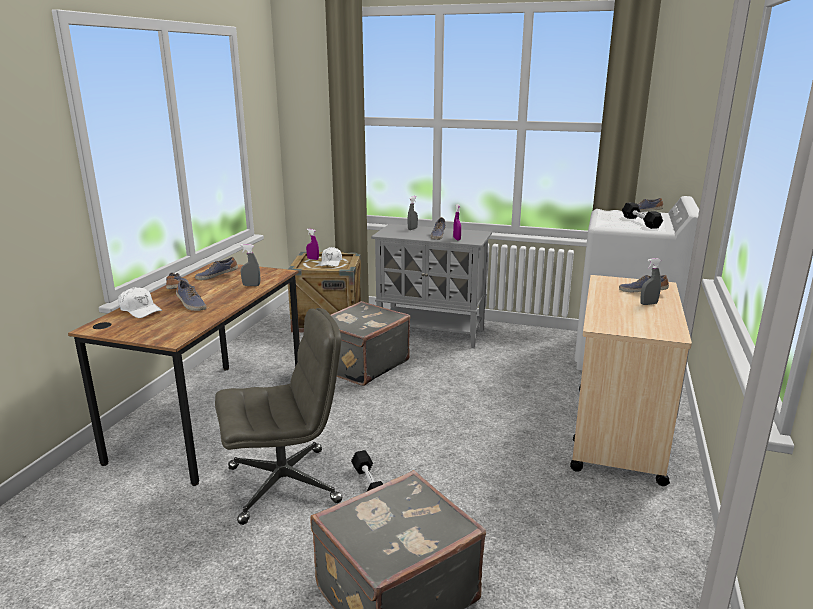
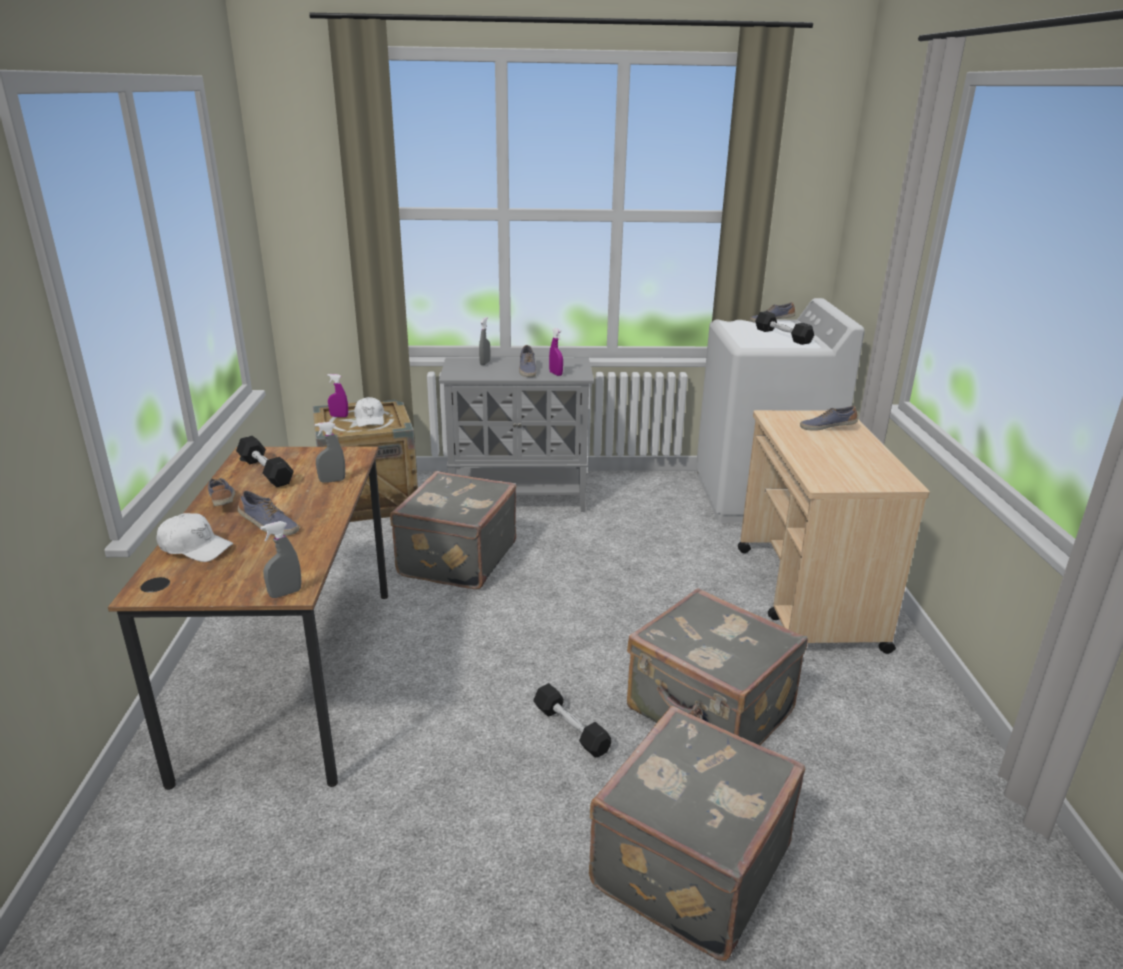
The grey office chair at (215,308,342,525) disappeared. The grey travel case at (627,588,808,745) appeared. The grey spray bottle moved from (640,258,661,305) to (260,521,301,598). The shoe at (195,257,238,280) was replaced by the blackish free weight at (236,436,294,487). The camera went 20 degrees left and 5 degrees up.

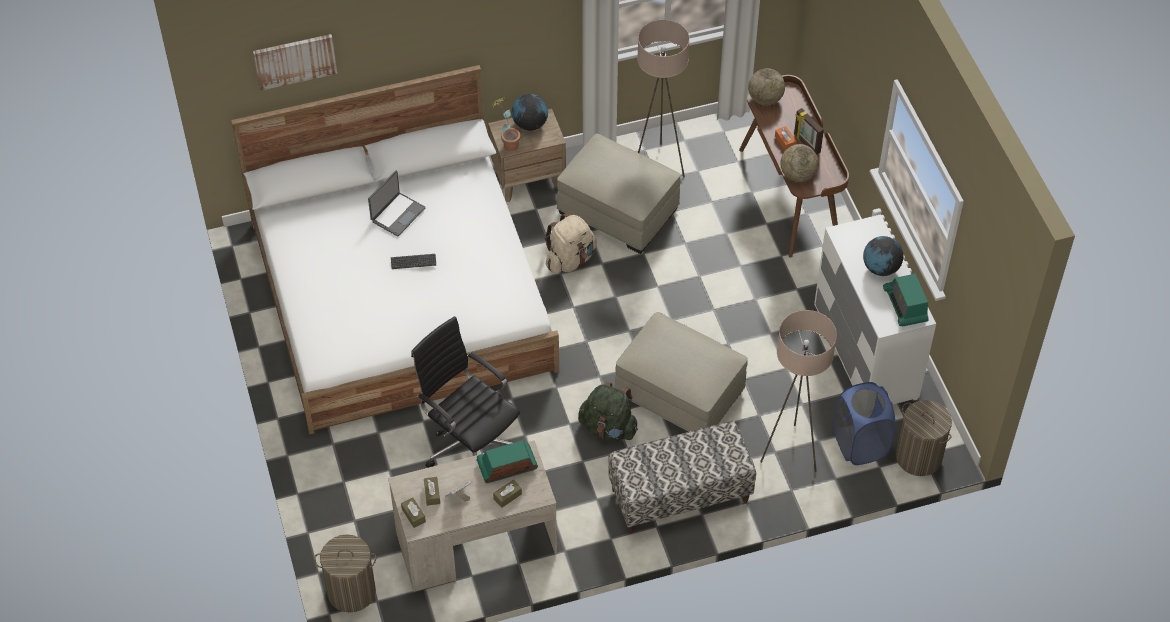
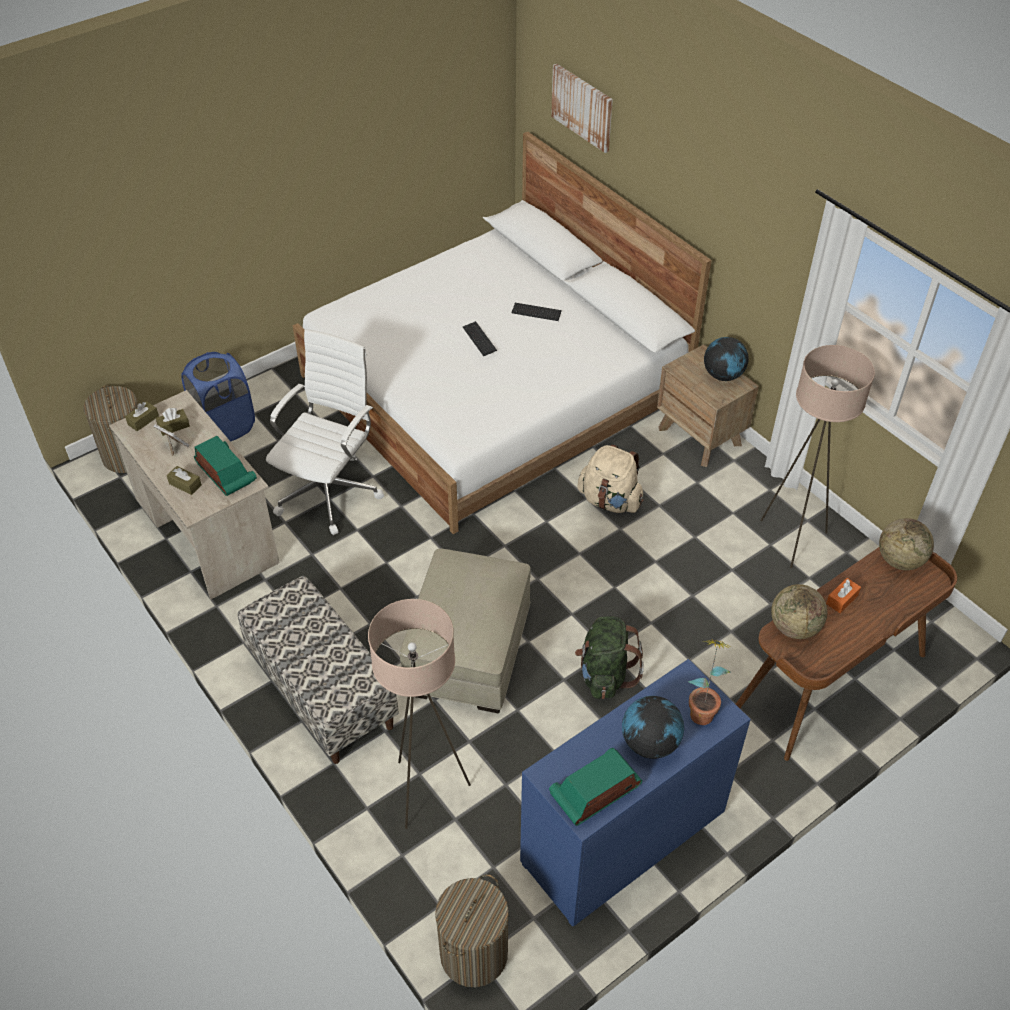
The beige pouffe at (557,133,680,254) disappeared. The photo frame at (794,108,824,155) disappeared. The potted plant moved from (493,98,521,152) to (688,639,732,725). The green backpack moved from (578,382,638,441) to (575,616,644,699). The bluish laundry basket moved from (834,382,895,465) to (181,352,255,441). The notebook computer at (368,171,426,236) was replaced by the PC keyboard at (511,303,562,321). The blackish office chair at (411,316,520,468) became the whitish office chair at (266,329,384,535). The whitish chest of drawers at (814,214,936,404) became the bluish chest of drawers at (520,659,751,927). The camera went 70 degrees right and 5 degrees down.

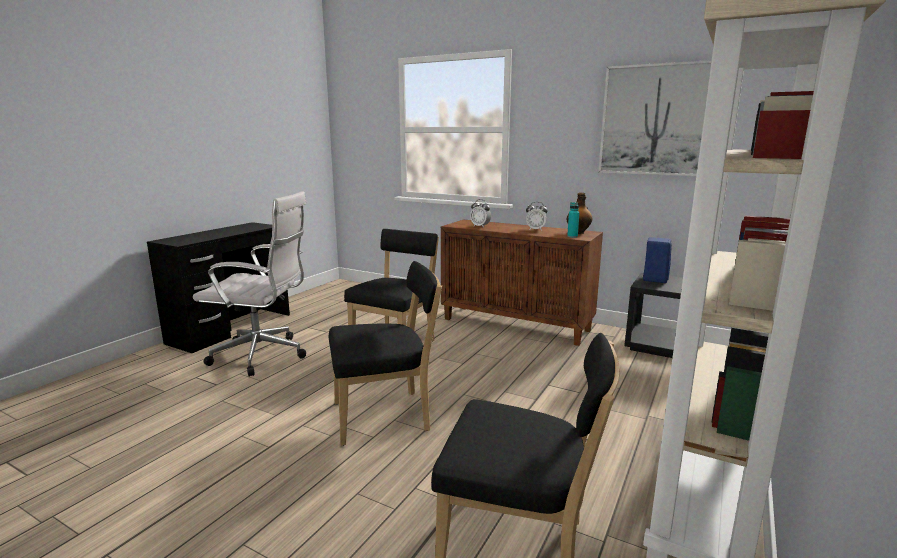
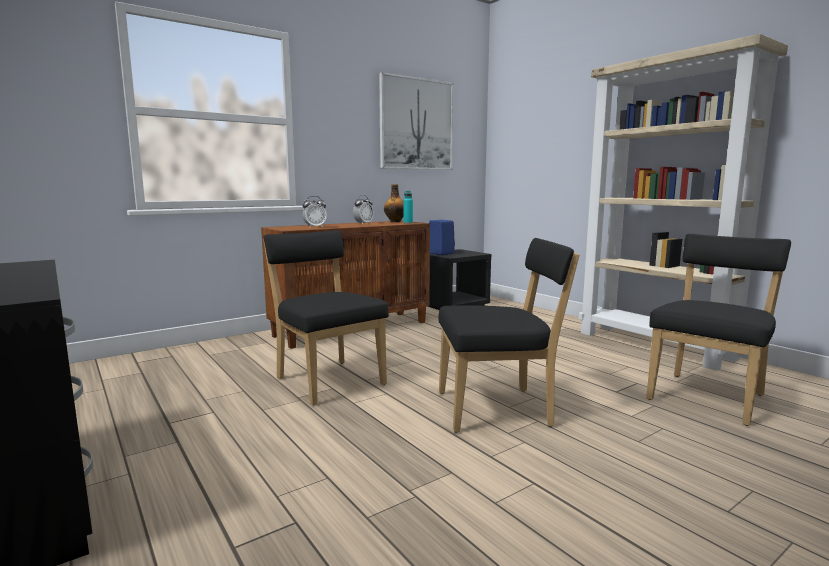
The whitish office chair at (193,191,307,376) disappeared. The blackish plain chair at (329,261,442,446) turned 75 degrees clockwise. The camera went 65 degrees left and 5 degrees down.

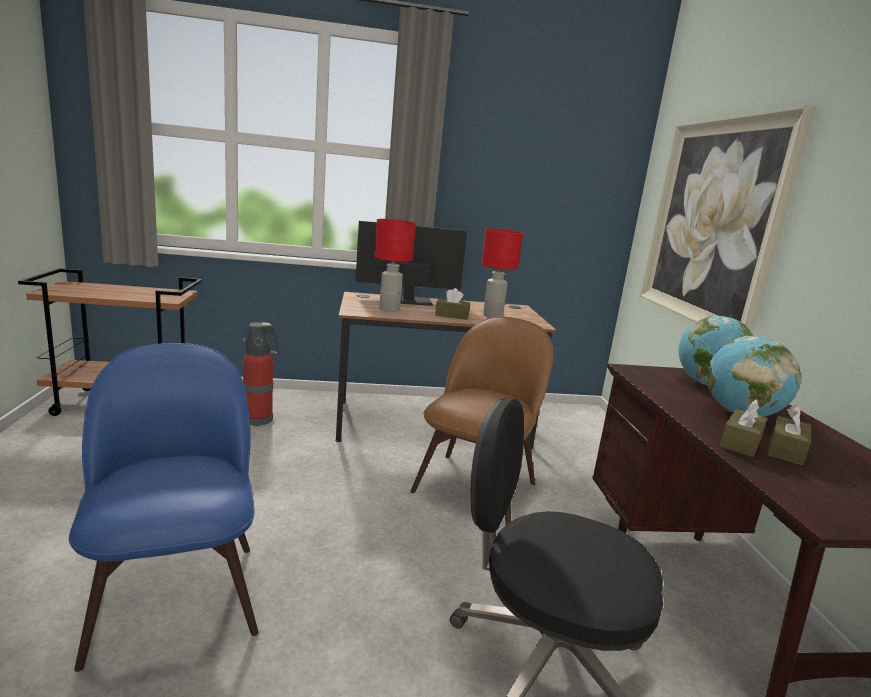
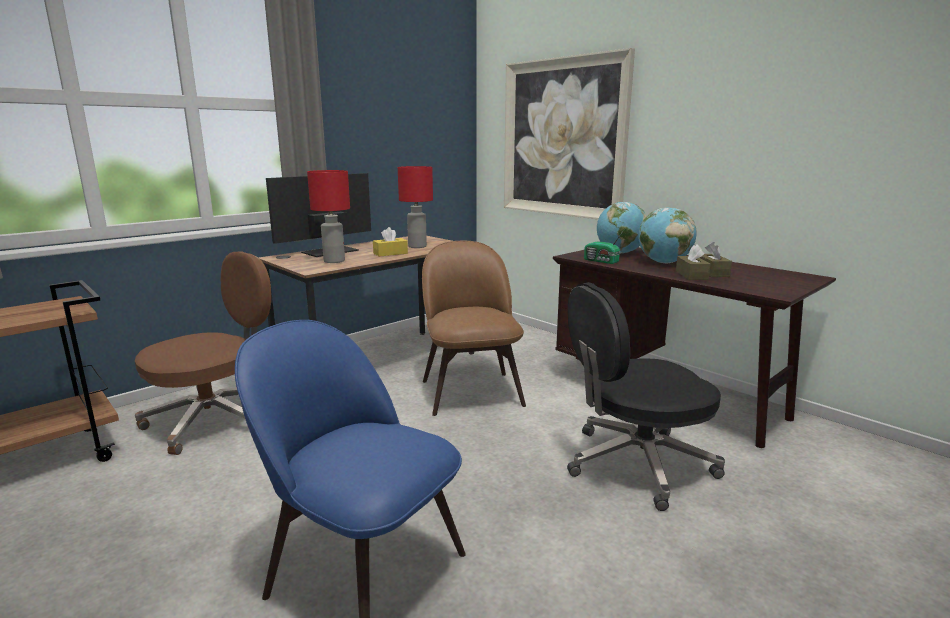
The radio set at (584,230,624,264) appeared. The extinguisher at (243,322,280,426) was replaced by the brown office chair at (135,252,271,455). The brown box of tissues at (435,288,470,320) became the yellow-coloured box of tissues at (373,227,408,257). The camera went 35 degrees left and 0 degrees up.

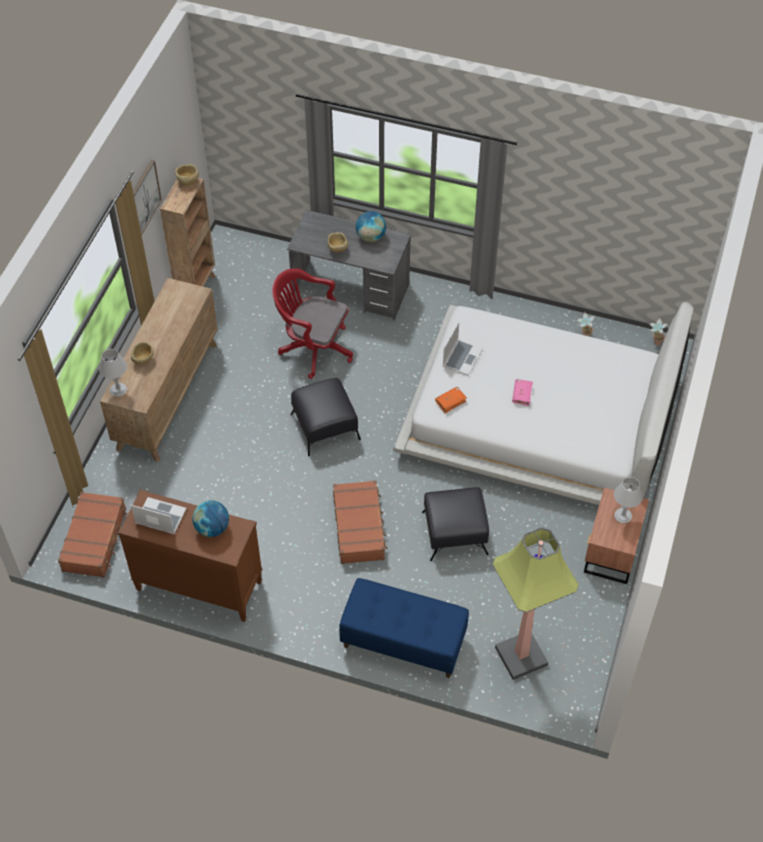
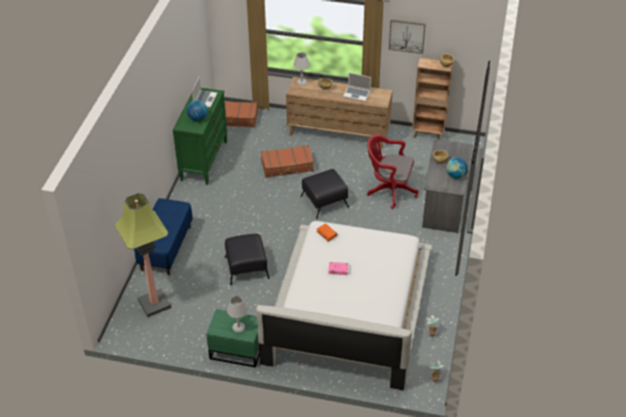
The brown travel case moved from (333,480,388,564) to (261,145,314,178). The notebook computer moved from (443,322,483,375) to (343,73,371,102). The brown chest of drawers at (118,489,262,622) became the green chest of drawers at (173,88,227,185). The brown nightstand at (584,488,649,584) became the green nightstand at (206,309,259,368). The red-coloured office chair at (272,268,353,379) turned 90 degrees counterclockwise. The camera went 85 degrees right and 10 degrees down.

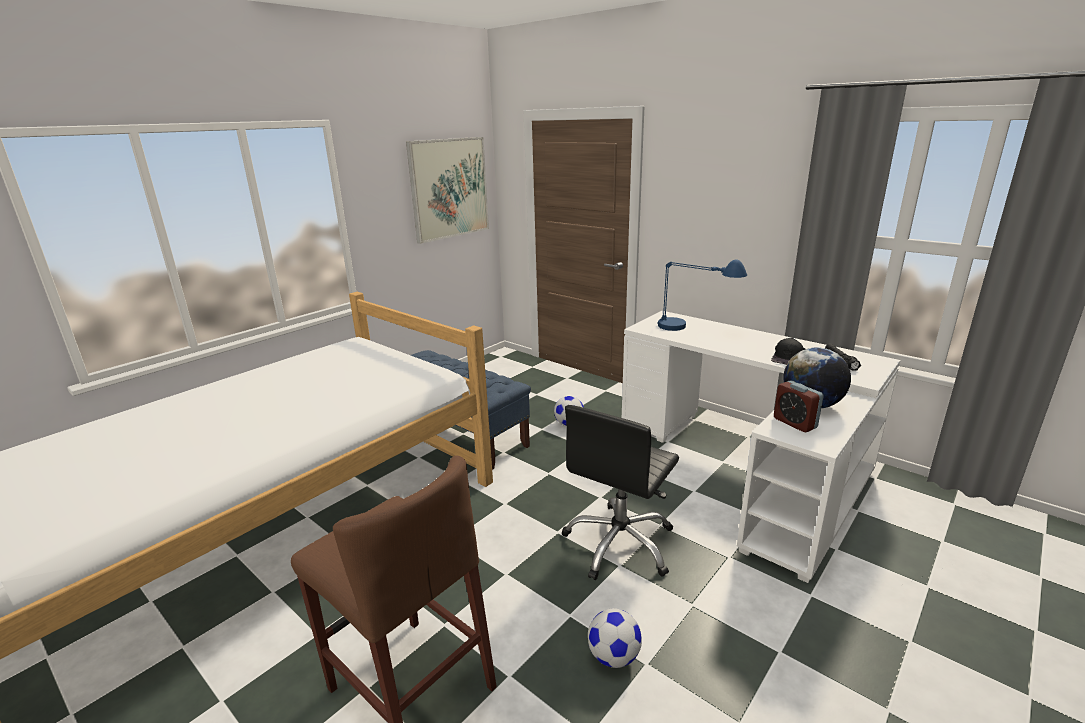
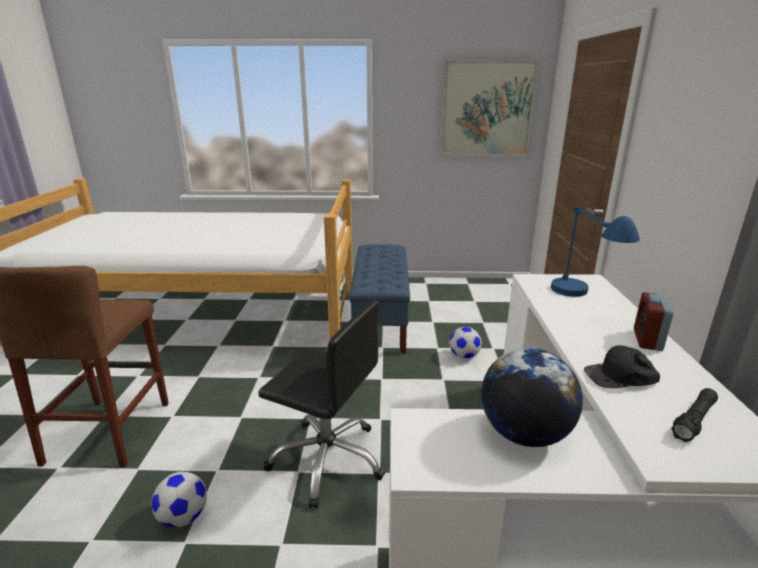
The alarm clock moved from (774,380,824,432) to (634,292,673,351). The blackish office chair at (561,405,679,580) turned 150 degrees counterclockwise. The camera went 50 degrees right and 0 degrees up.

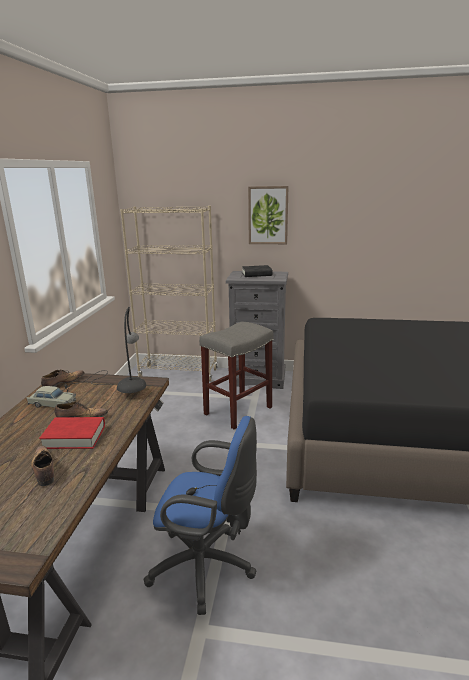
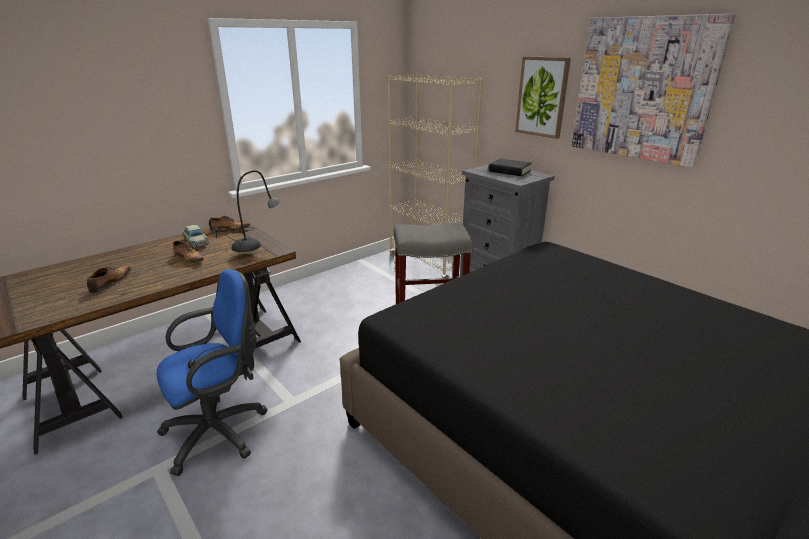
The red-coloured bound book at (39,417,105,449) disappeared. The picture at (572,14,736,167) appeared. The bluish office chair at (144,416,257,615) turned 90 degrees counterclockwise. The camera went 40 degrees right and 5 degrees up.

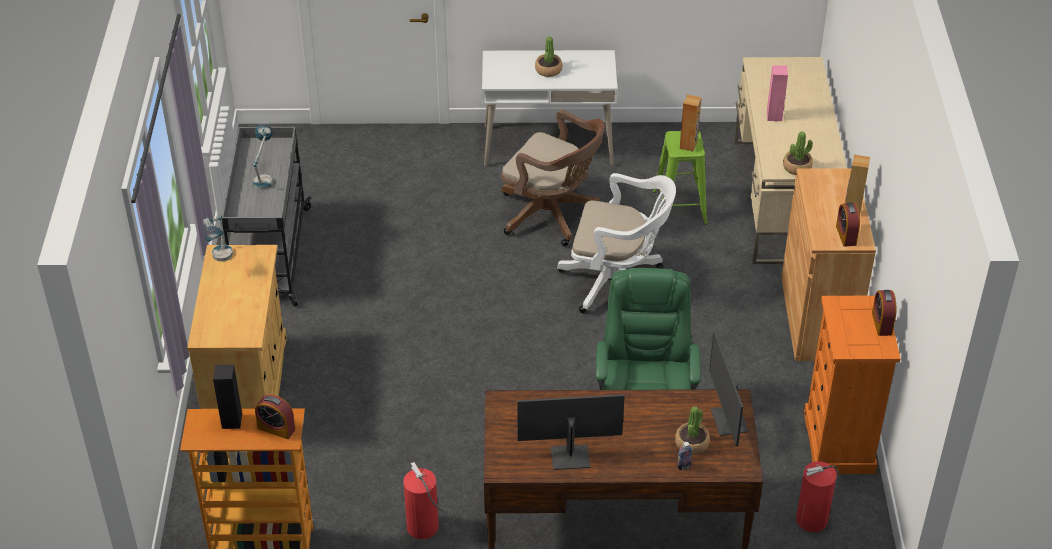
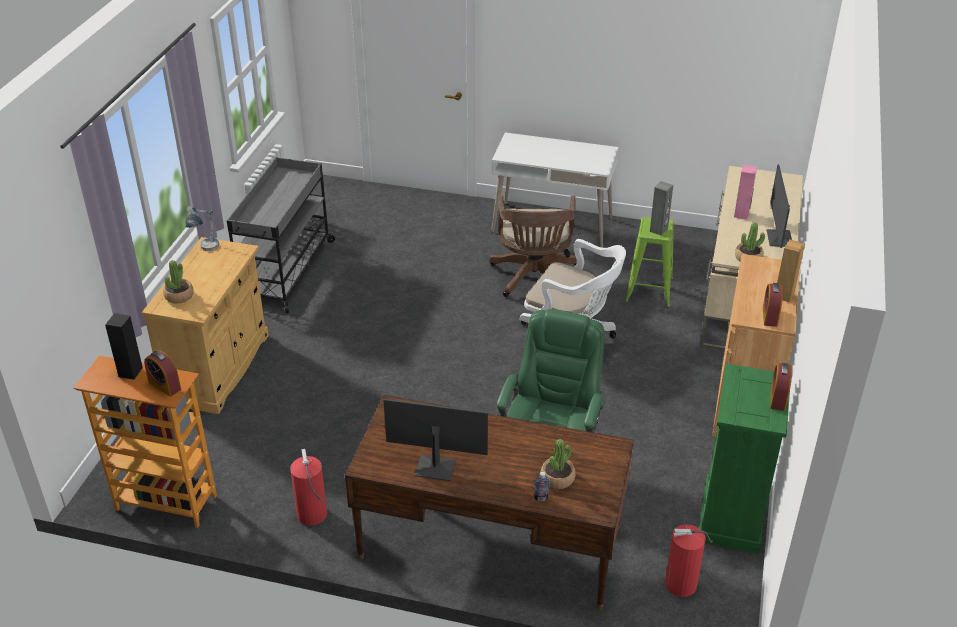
The tabletop lamp at (253,124,273,190) disappeared. The potted plant moved from (535,36,562,77) to (163,260,194,304). The computer display moved from (709,332,749,446) to (766,164,792,248). The brown loudspeaker at (680,95,701,152) became the grey loudspeaker at (650,181,673,236). The orange-coloured chest of drawers at (804,296,901,474) became the green chest of drawers at (699,364,790,554). The brown office chair at (501,109,605,247) turned 45 degrees clockwise. The camera went 15 degrees right and 5 degrees down.

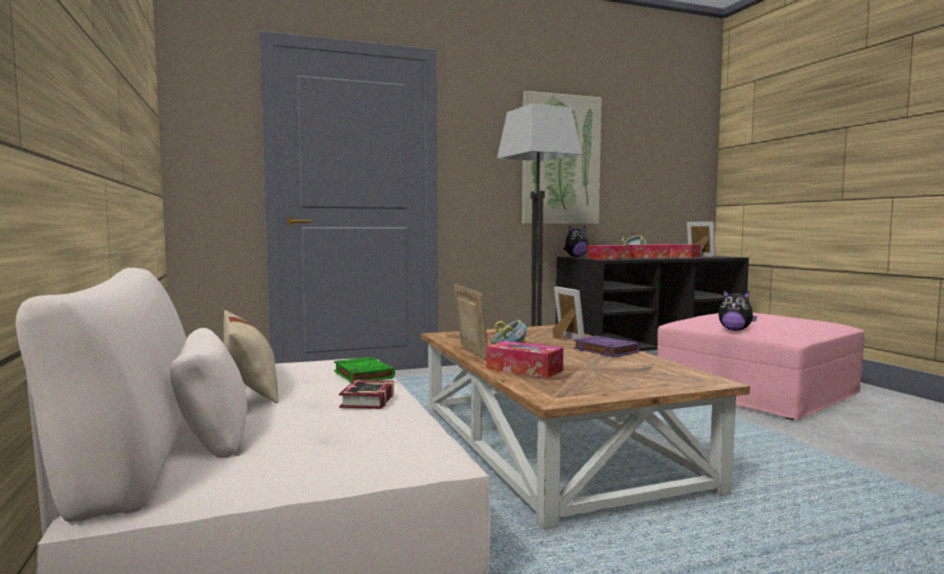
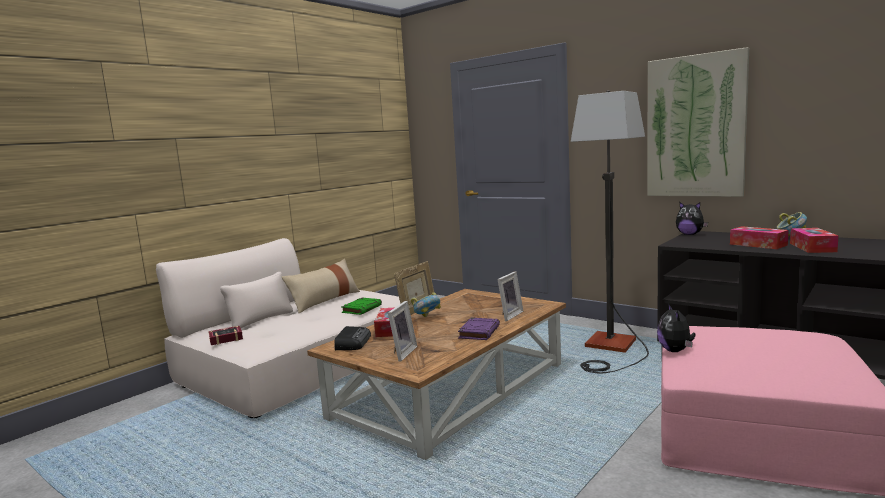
The box of tissues at (587,245,631,259) disappeared. The radio set at (334,326,371,350) appeared. The bound book moved from (339,380,394,409) to (208,326,243,345). The photo frame moved from (687,222,715,257) to (388,301,417,362). The camera went 60 degrees right and 5 degrees up.

